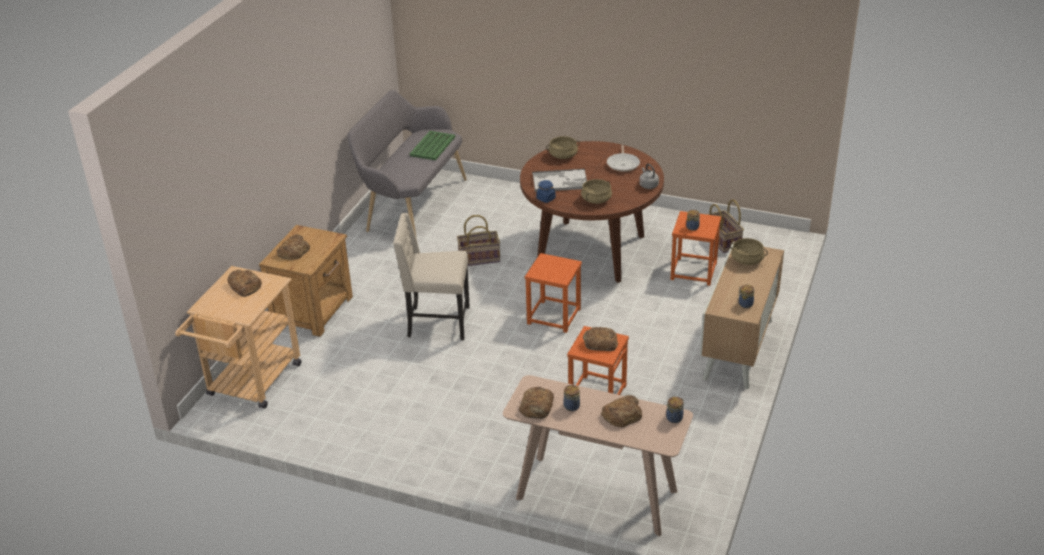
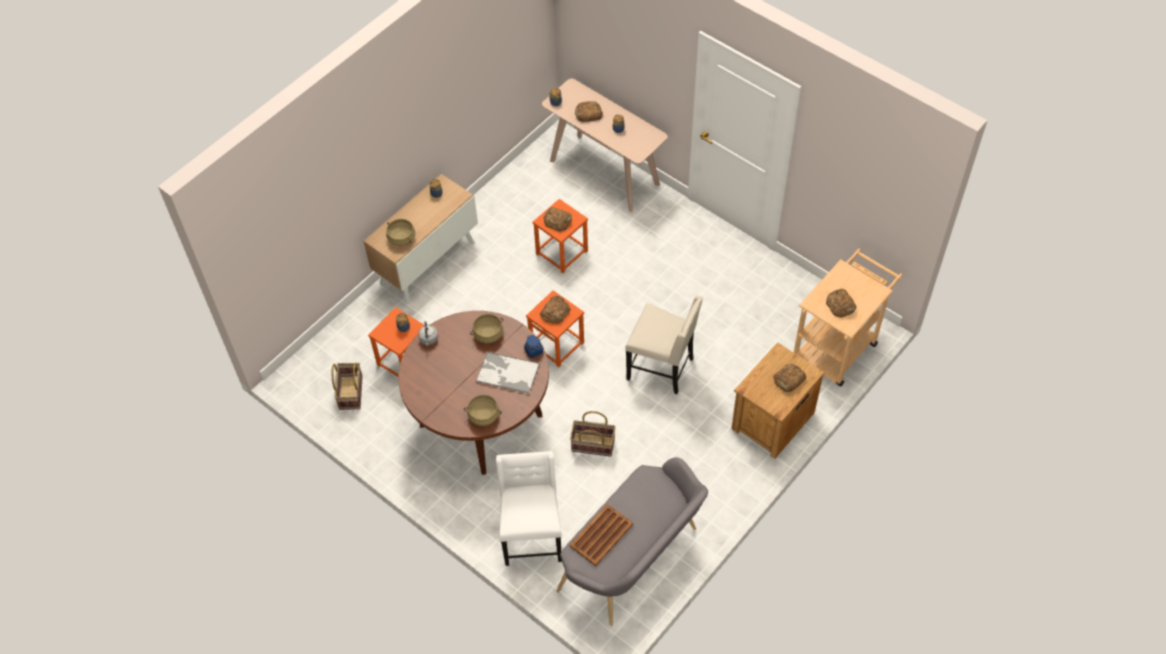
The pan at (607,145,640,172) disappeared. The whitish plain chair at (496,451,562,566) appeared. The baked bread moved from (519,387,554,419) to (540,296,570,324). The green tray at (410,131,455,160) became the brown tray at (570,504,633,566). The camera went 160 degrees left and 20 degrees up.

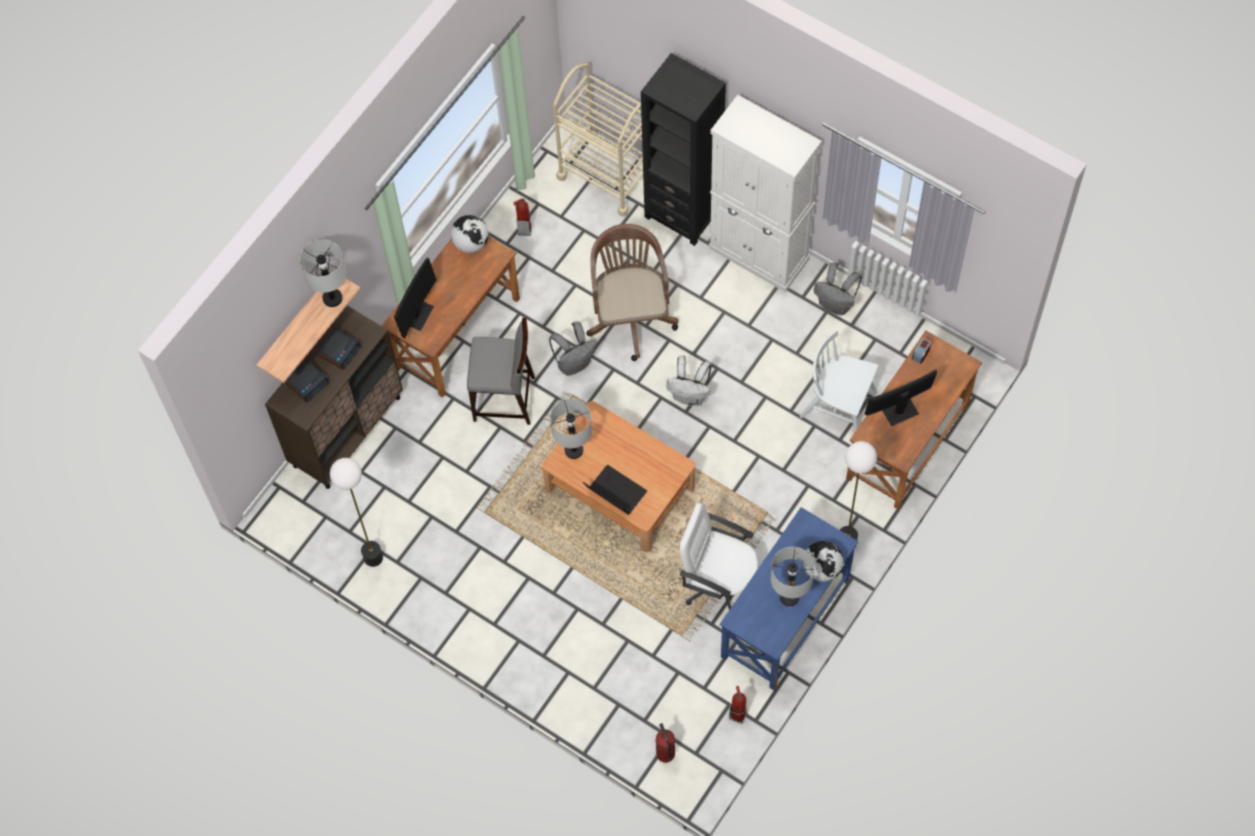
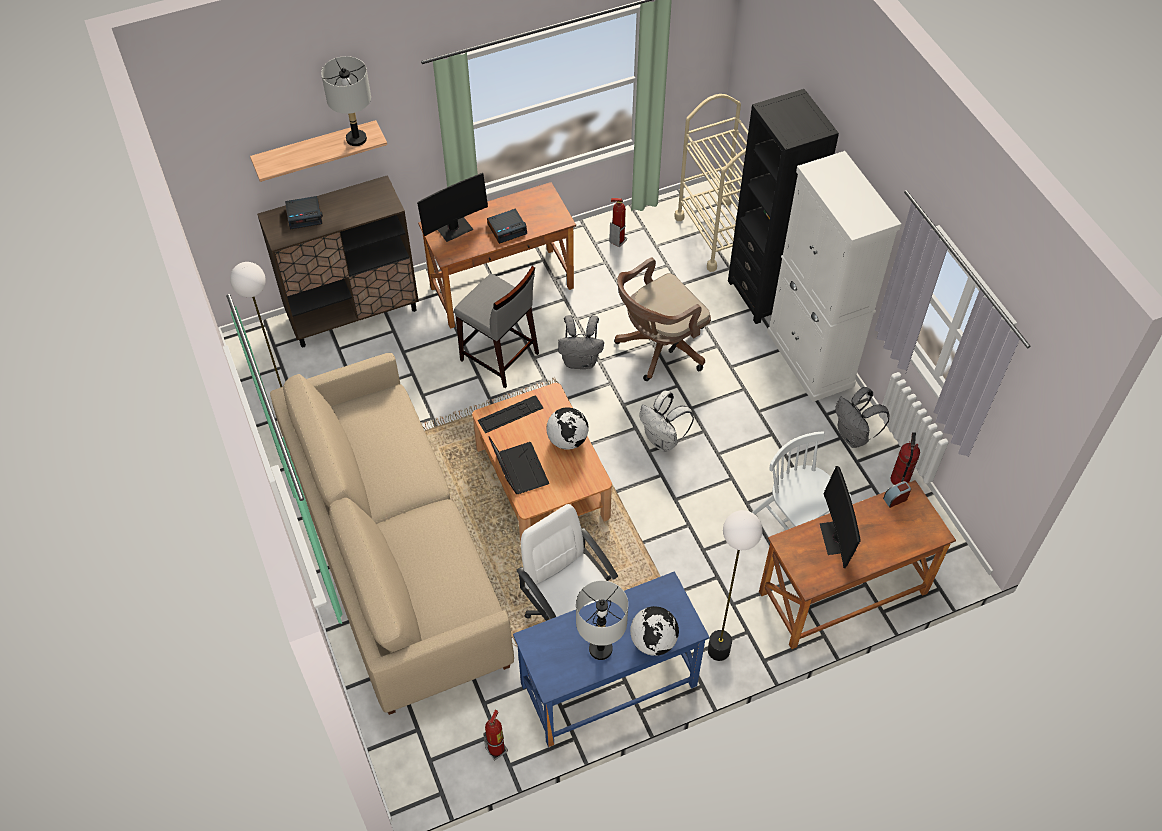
The beige sofa at (270,353,514,715) appeared. The alarm clock moved from (318,328,361,370) to (487,209,527,244). The desk globe moved from (451,215,489,253) to (546,407,588,450). The extinguisher moved from (656,723,675,763) to (891,432,920,485). The grey tabletop lamp at (550,398,592,459) was replaced by the PC keyboard at (478,395,543,433). The brown office chair at (586,224,678,361) turned 150 degrees counterclockwise. The computer display at (864,370,937,426) turned 105 degrees counterclockwise. The camera went 30 degrees right and 10 degrees down.

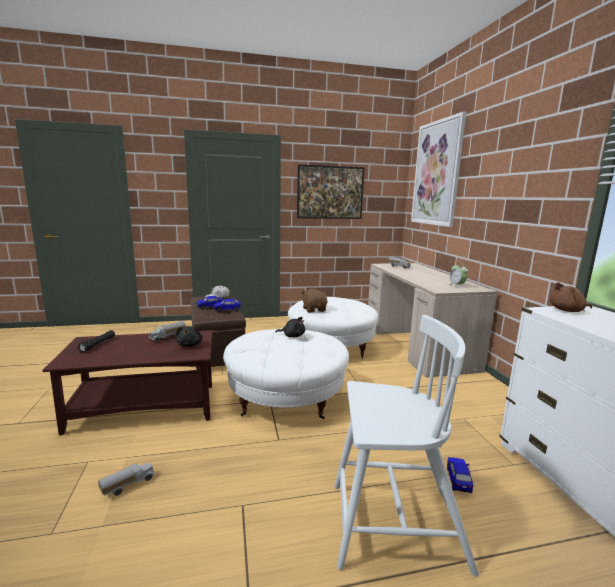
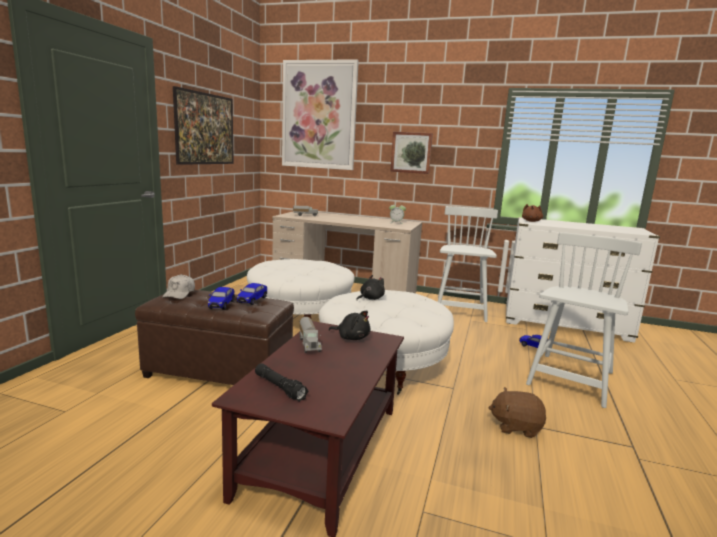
The toy truck at (98,463,155,496) disappeared. The picture at (390,132,433,174) appeared. The whitish plain chair at (438,206,498,322) appeared. The brown cuddly toy moved from (301,289,327,313) to (488,387,546,438). The camera went 60 degrees left and 0 degrees up.

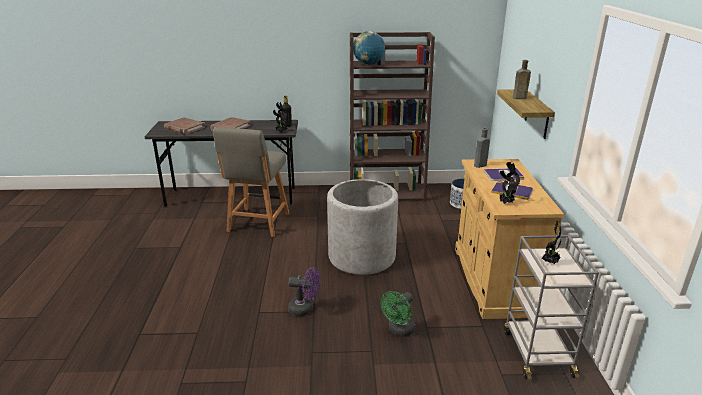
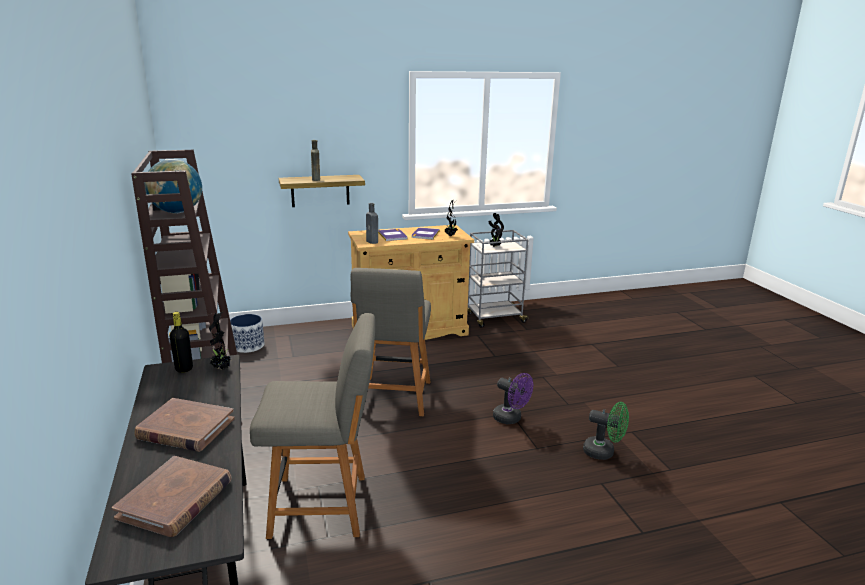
The green electric fan moved from (380,291,415,337) to (583,402,629,460). The grey flower pot at (327,179,398,275) was replaced by the grey plain chair at (350,268,431,416). The purplish electric fan at (288,267,320,316) turned 135 degrees clockwise. The camera went 105 degrees left and 5 degrees down.

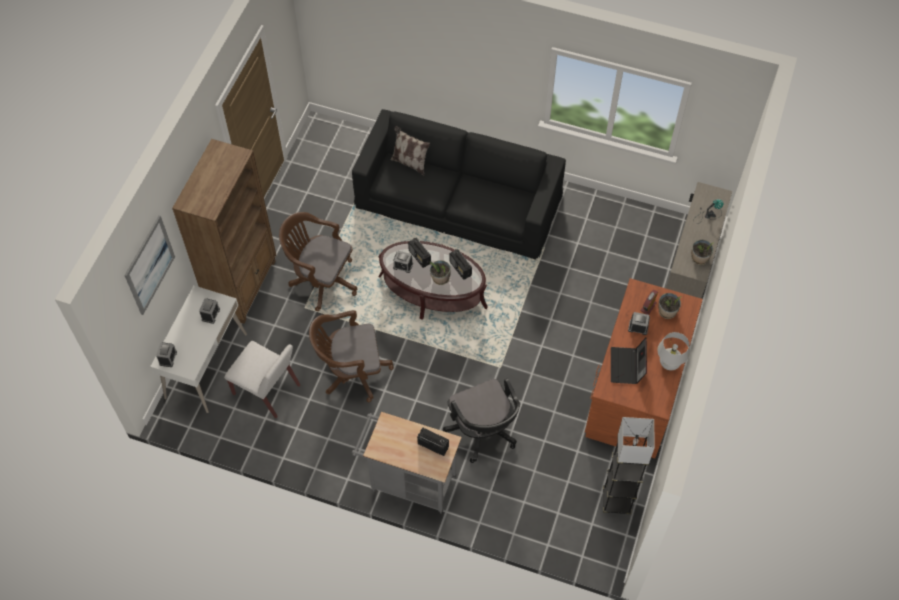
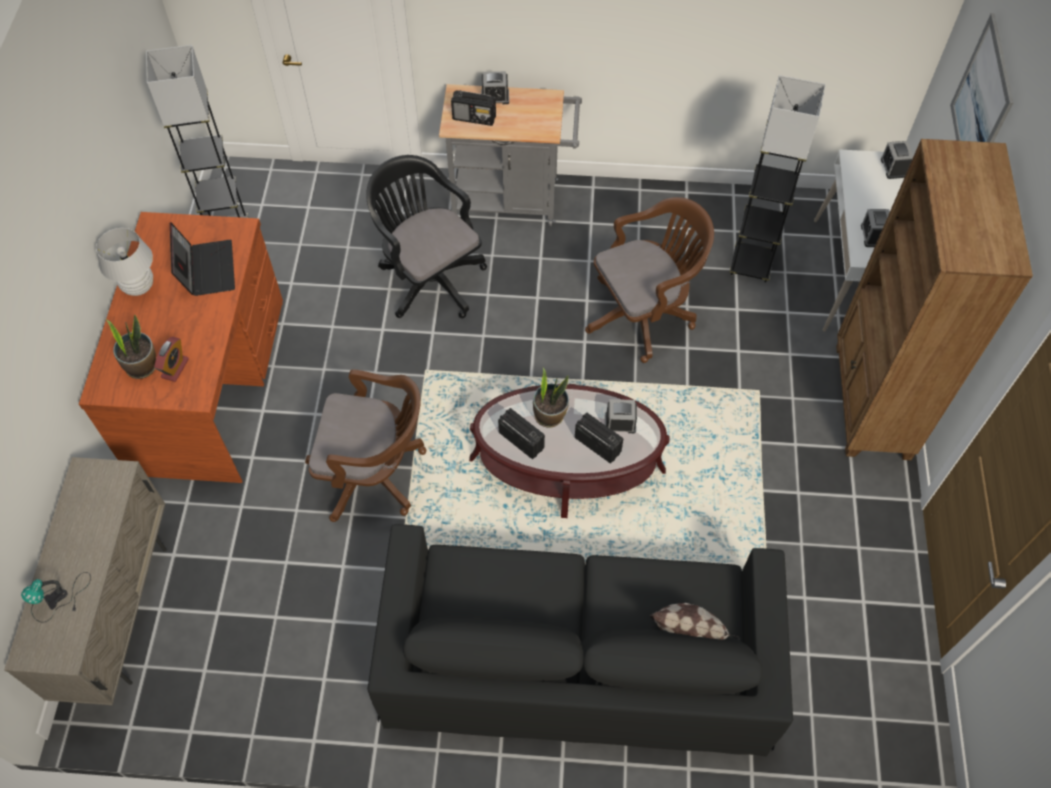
The potted plant at (691,240,714,265) disappeared. The brown office chair moved from (279,212,357,311) to (305,369,426,522). The alarm clock moved from (628,312,650,335) to (481,71,509,104). The whitish plain chair at (224,341,300,418) was replaced by the grey floor lamp at (730,75,826,283). The camera went 165 degrees right and 0 degrees up.

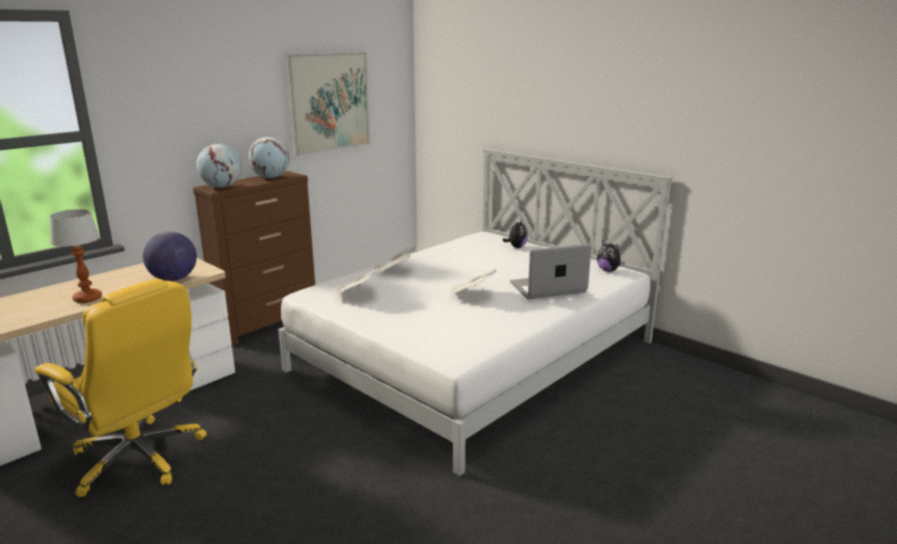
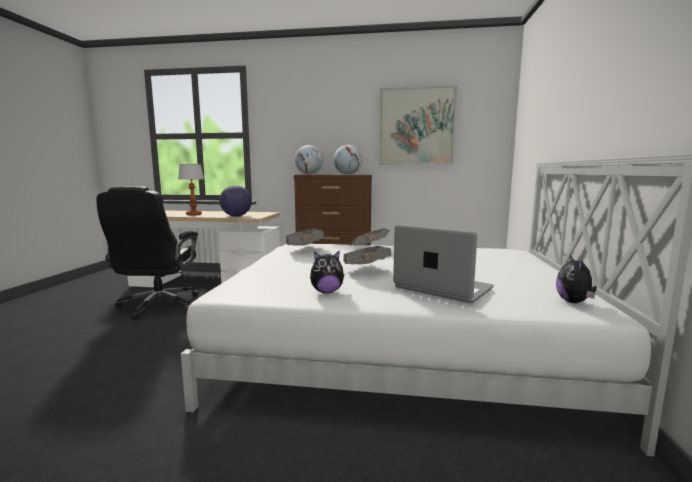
The cuddly toy moved from (502,219,528,248) to (310,250,344,293). The yellow-coloured office chair at (35,279,207,497) became the blackish office chair at (96,186,199,320). The camera went 55 degrees right and 10 degrees down.

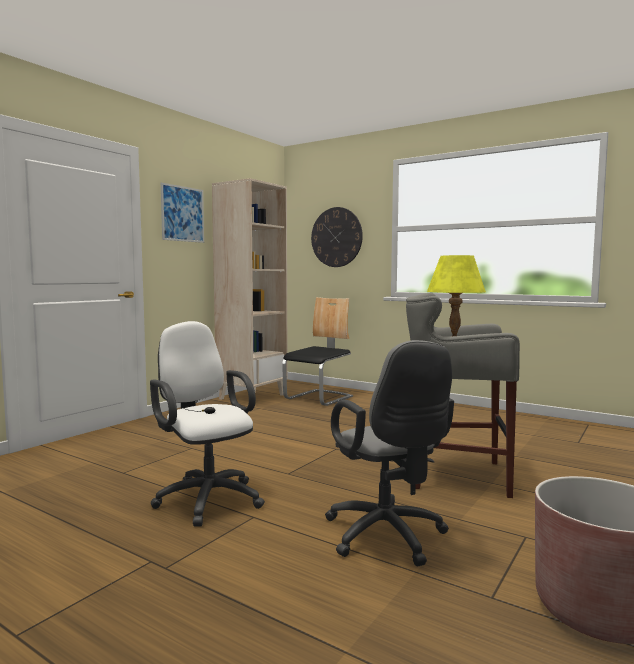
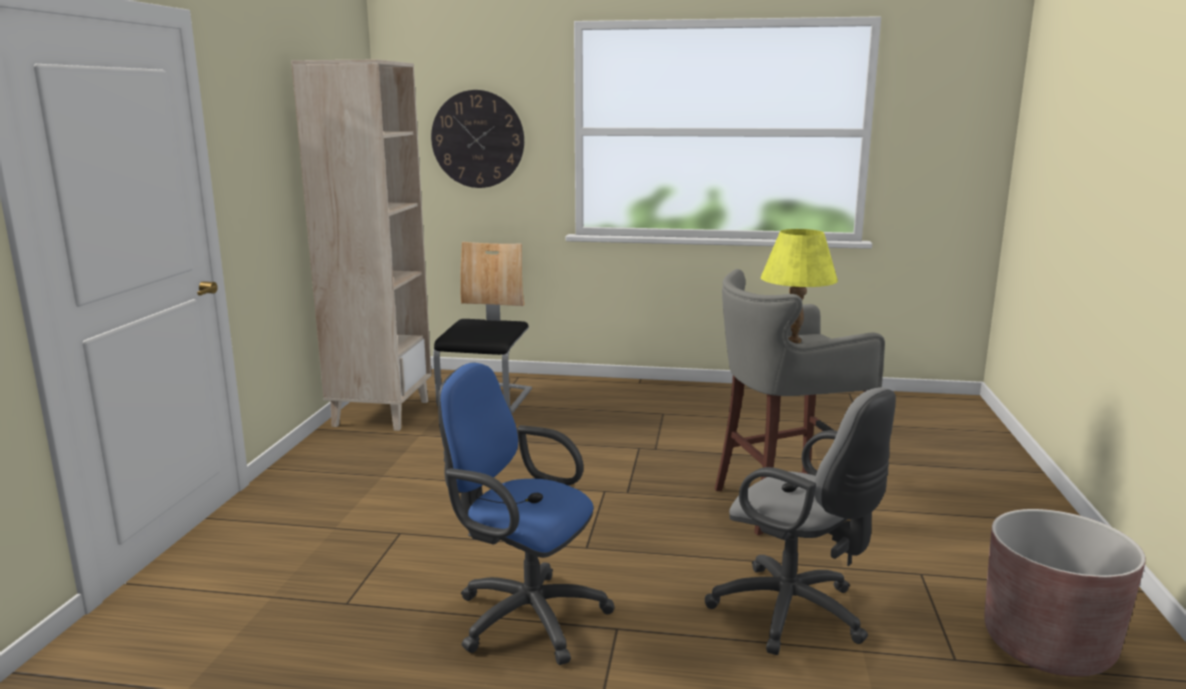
The picture at (161,183,204,243) disappeared. The whitish office chair at (150,321,265,527) became the bluish office chair at (438,362,615,665). The camera went 25 degrees left and 10 degrees up.

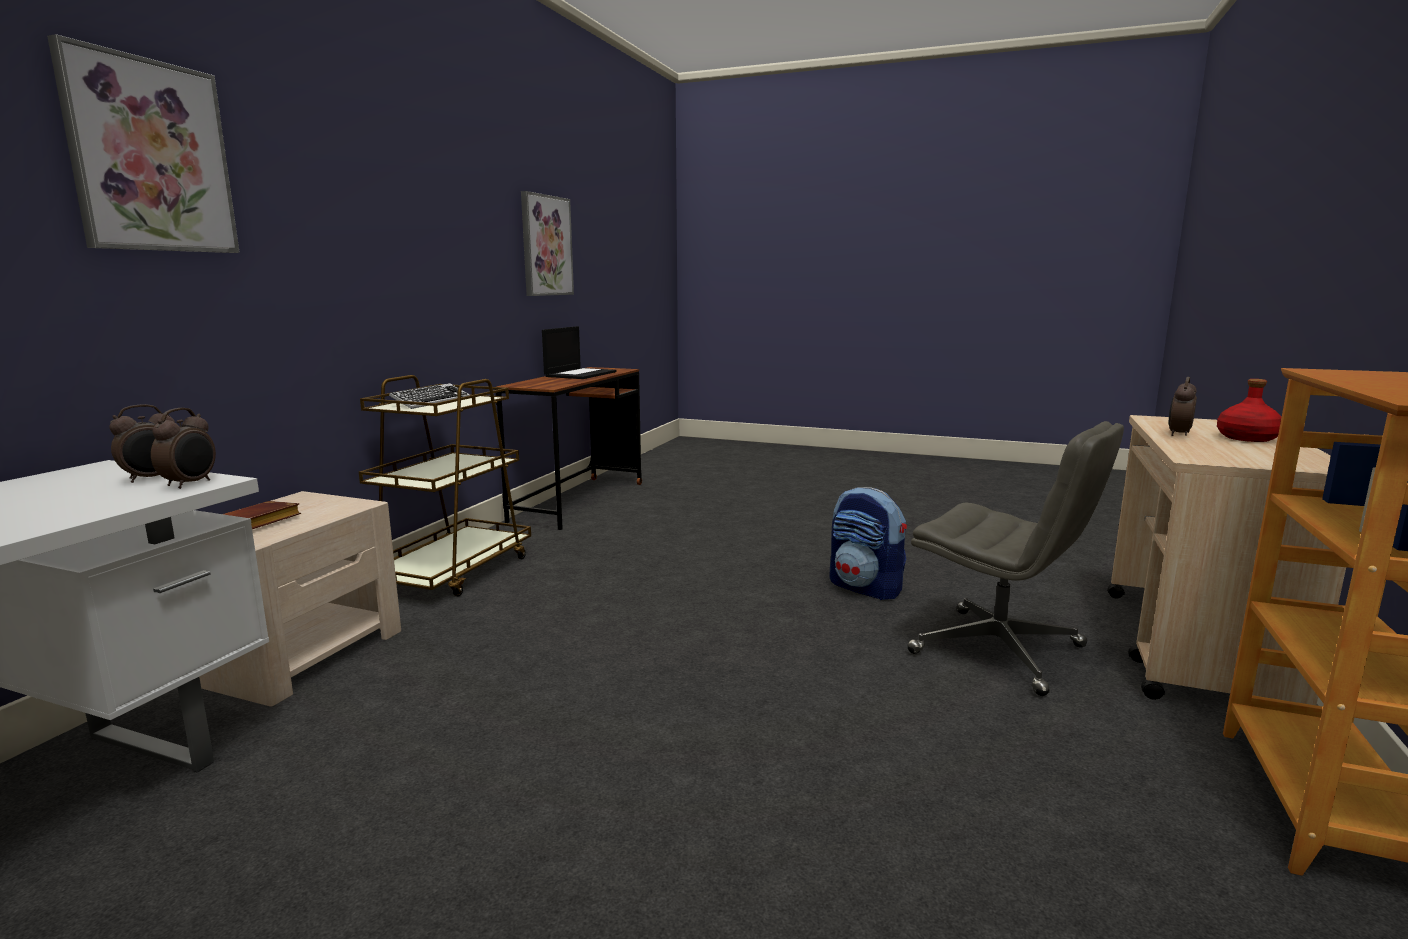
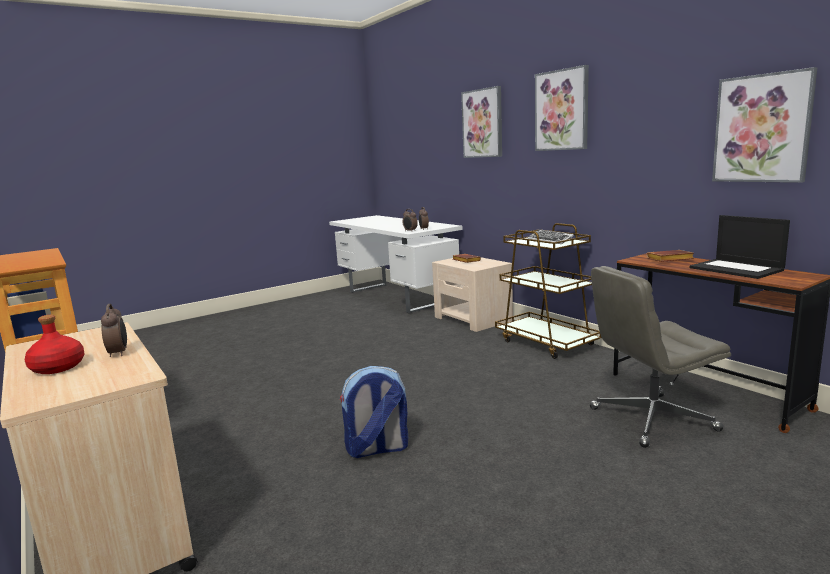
The picture at (535,65,589,151) appeared. The brown bound book at (647,250,694,262) appeared. The grey office chair moved from (907,421,1124,696) to (590,266,731,448). The camera went 125 degrees right and 0 degrees up.

